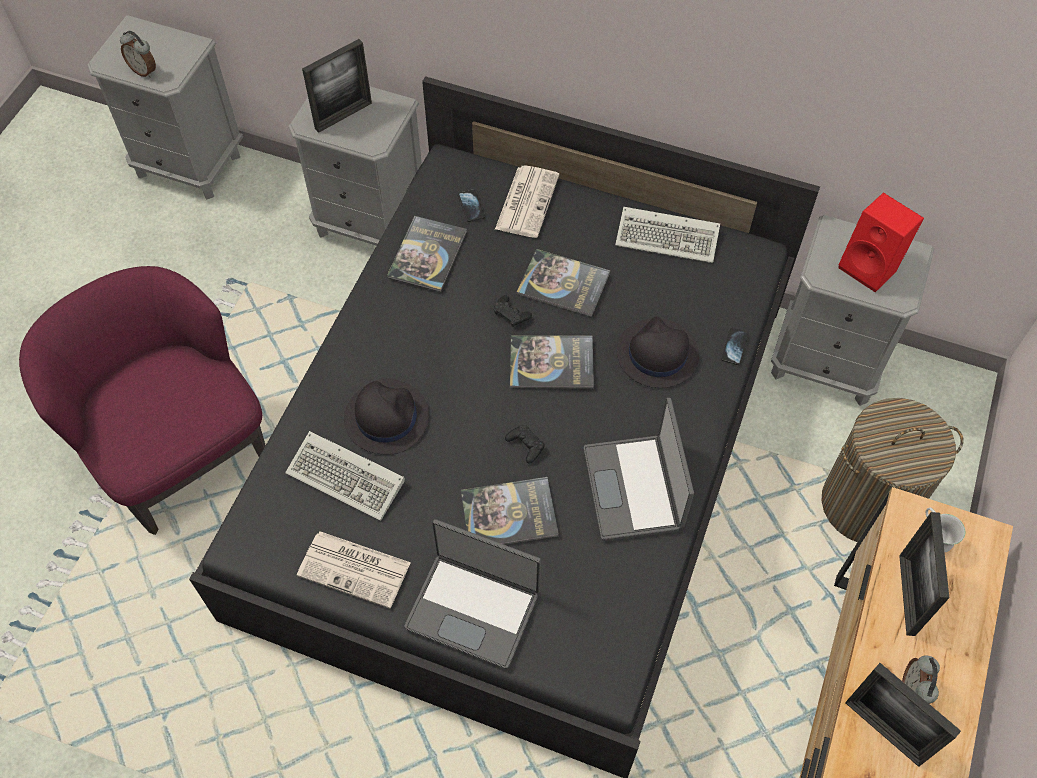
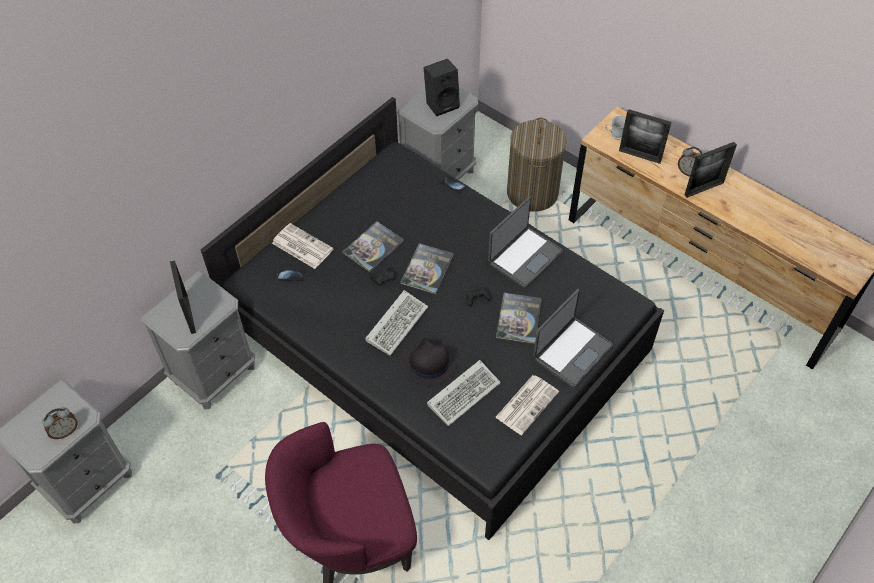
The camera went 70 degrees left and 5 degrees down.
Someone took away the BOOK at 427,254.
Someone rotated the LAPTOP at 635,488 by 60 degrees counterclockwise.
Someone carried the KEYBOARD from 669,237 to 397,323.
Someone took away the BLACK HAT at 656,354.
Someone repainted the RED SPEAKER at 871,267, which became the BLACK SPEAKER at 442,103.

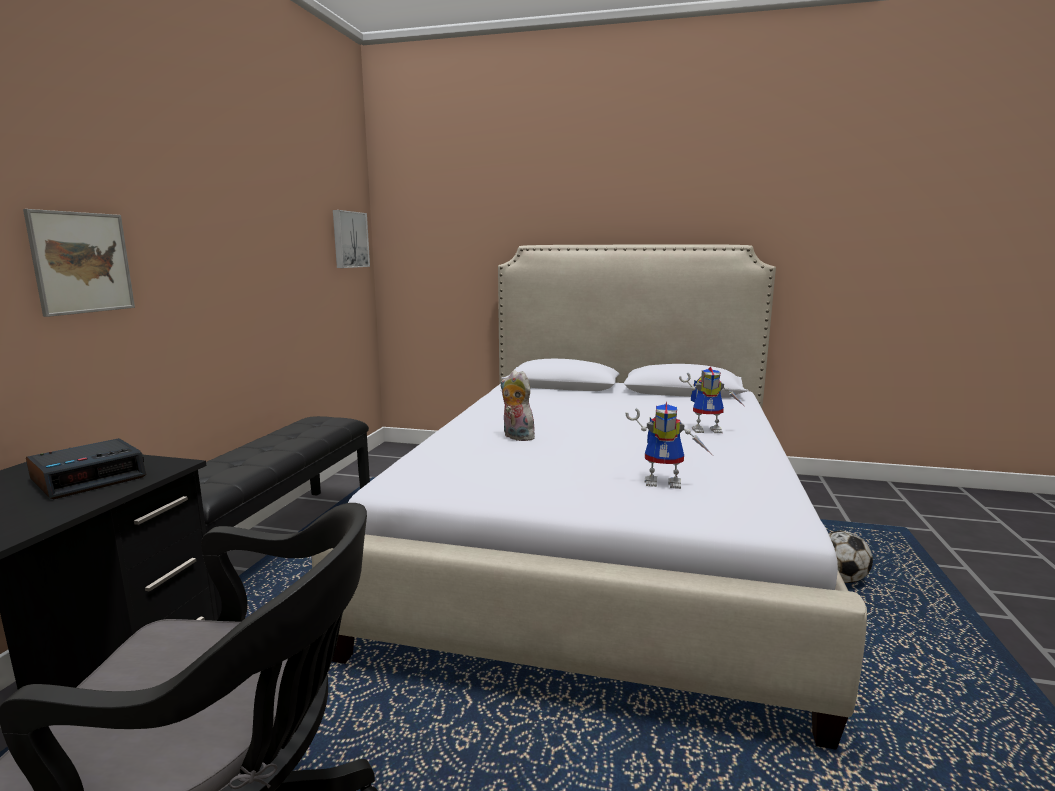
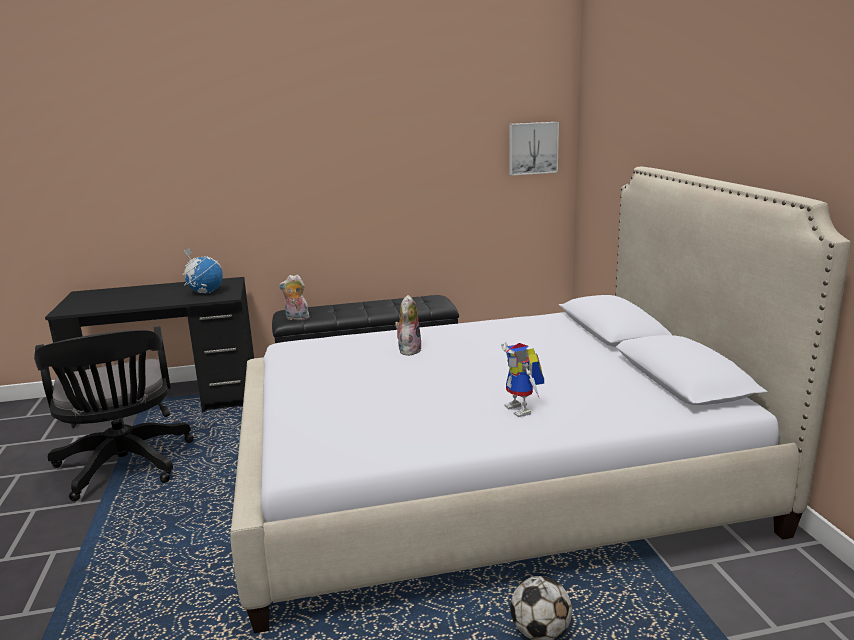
The camera went 65 degrees right and 5 degrees up.
Someone took away the PICTURE at 82,262.
Someone swapped the ALARM CLOCK at 90,478 for the GLOBE at 205,292.
Someone took away the TOY ROBOT at 666,482.
Someone put down the PLUSH TOY at 296,318.

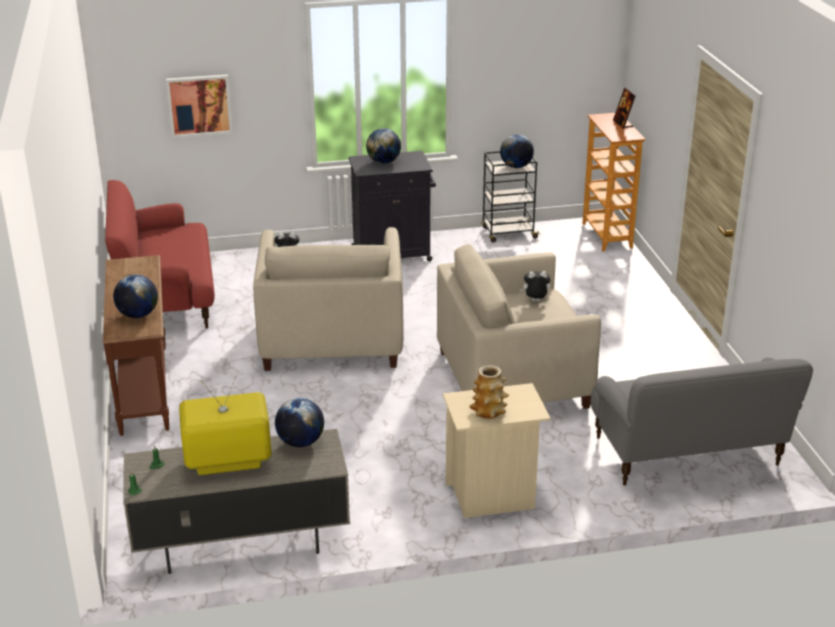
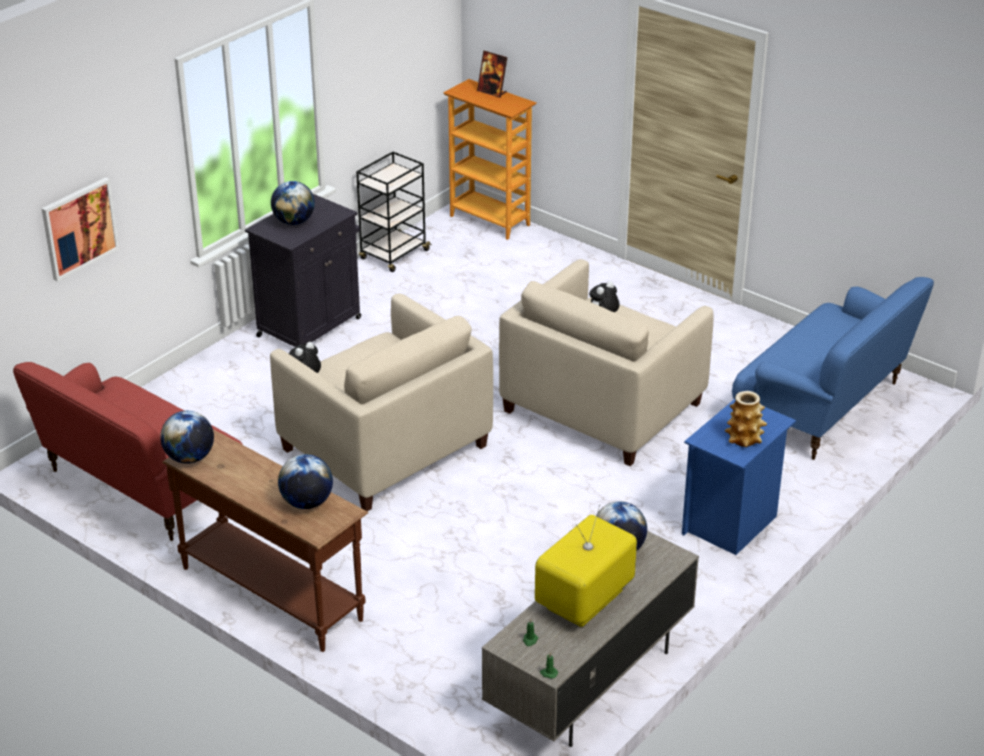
The camera went 40 degrees left and 5 degrees up.
Someone repainted the BEIGE NIGHTSTAND at 492,496, which became the BLUE NIGHTSTAND at 731,524.
Someone carried the GLOBE from 516,166 to 189,458.
Someone repainted the GREY SOFA at 688,454, which became the BLUE SOFA at 823,407.

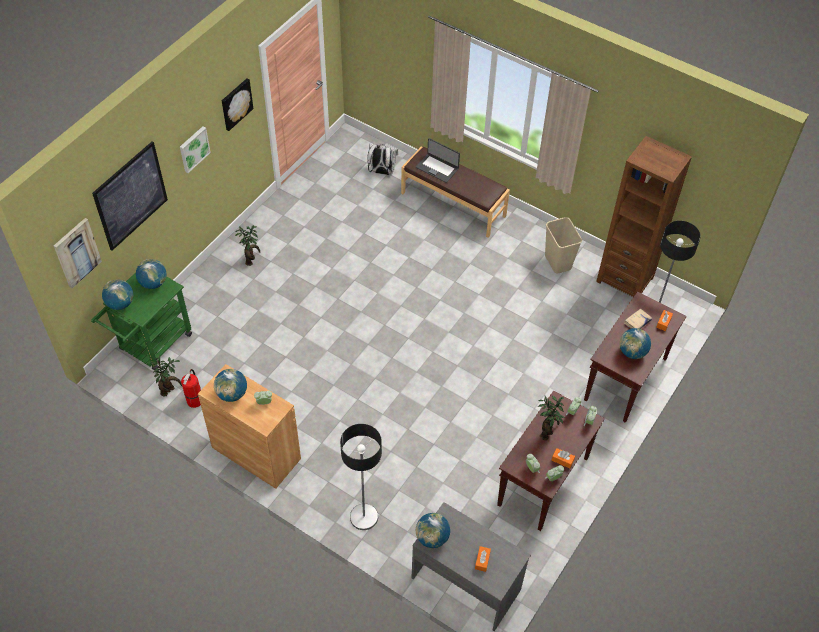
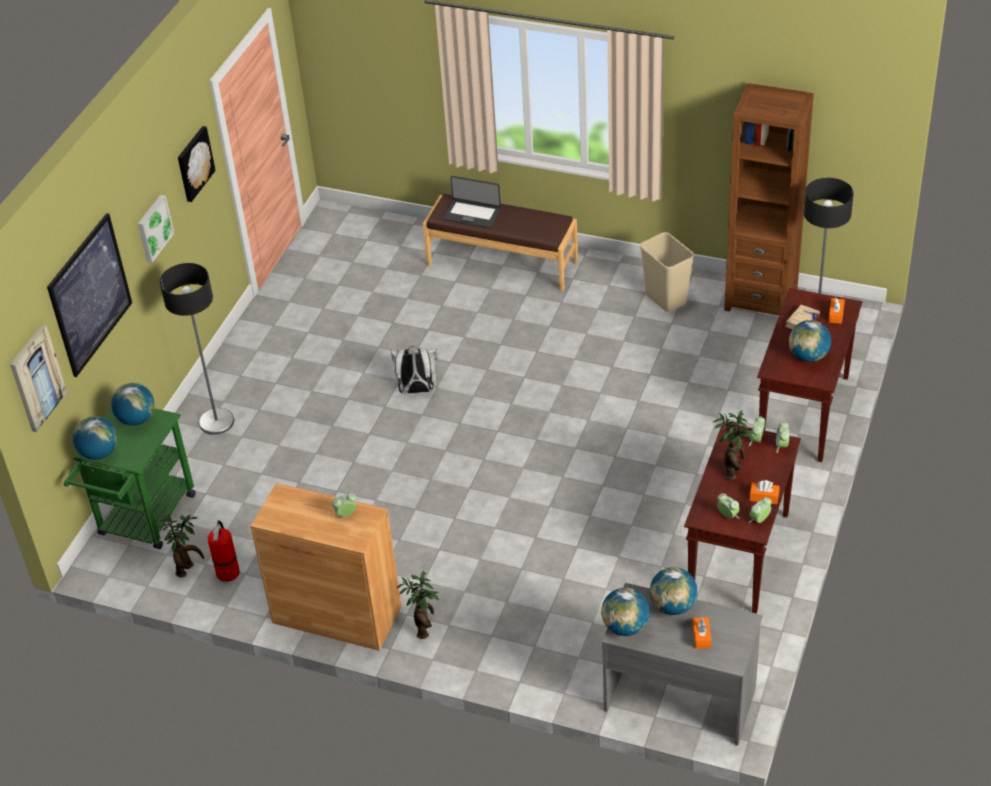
The camera went 10 degrees left and 10 degrees down.
Someone carried the GLOBE from 232,394 to 673,606.
Someone carried the POTTED PLANT from 251,259 to 424,628.
Someone carried the FLOOR LAMP from 363,517 to 216,422.
Someone carried the WHITE BACKPACK from 382,172 to 417,390.

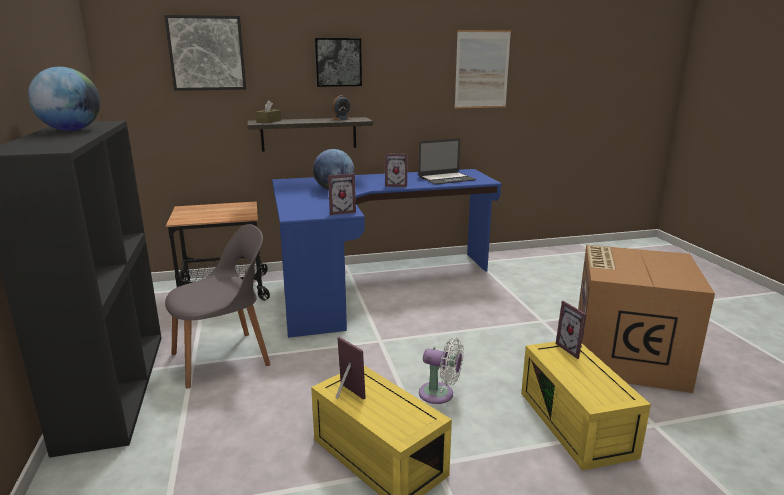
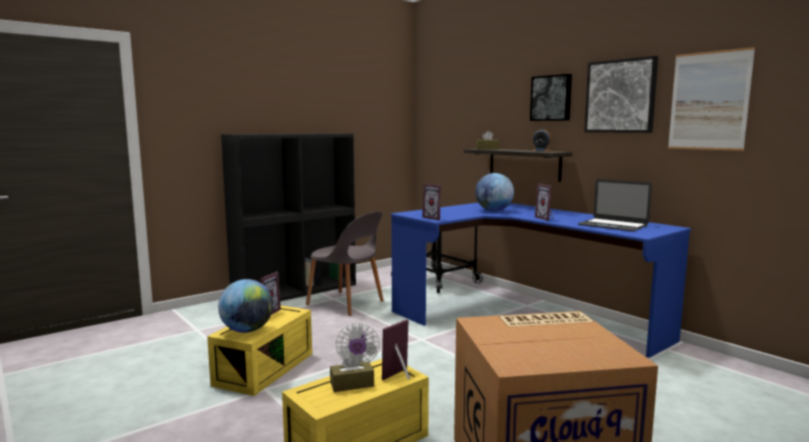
The camera went 65 degrees right and 10 degrees down.
Someone carried the GLOBE from 71,130 to 247,330.
Someone carried the PICTURE from 207,53 to 620,96.
Someone put down the BROWN TISSUE BOX at 352,384.

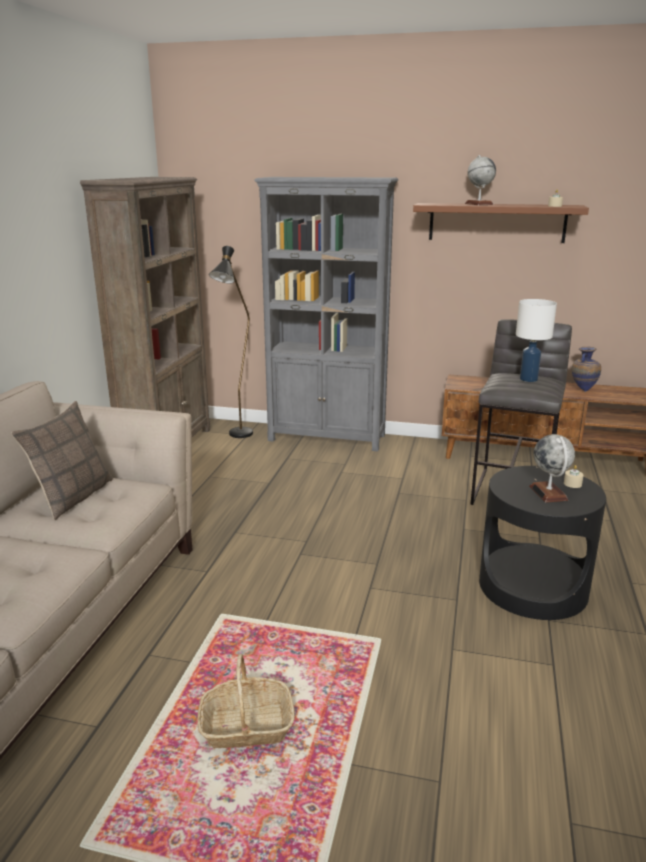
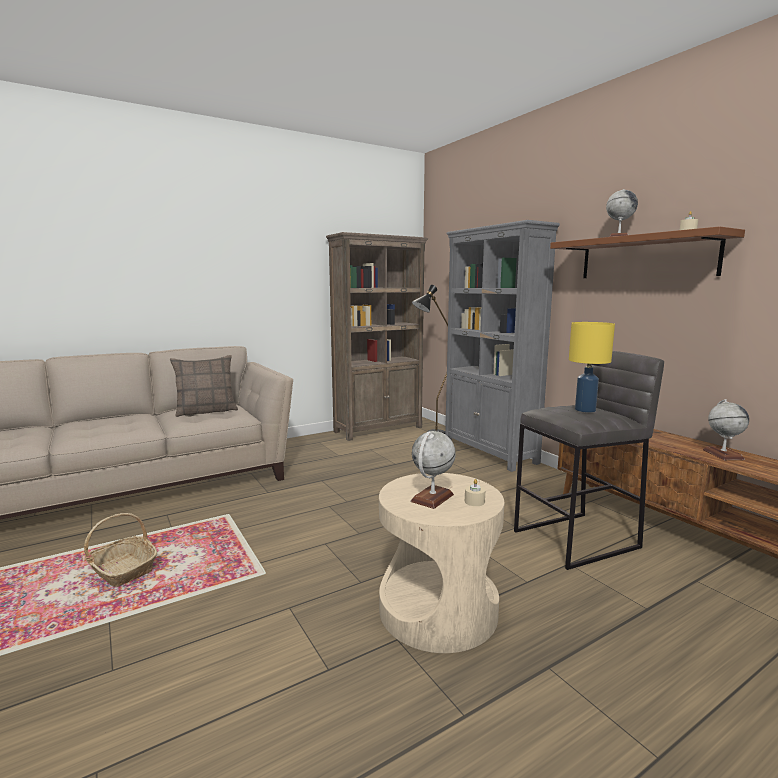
The camera went 45 degrees right and 10 degrees down.
Someone repainted the BLACK SIDE TABLE at 532,587, which became the BEIGE SIDE TABLE at 437,610.
Someone repainted the WHITE TABLE LAMP at 529,379, which became the YELLOW TABLE LAMP at 585,410.
Someone swapped the VASE at 582,390 for the GLOBE at 722,454.

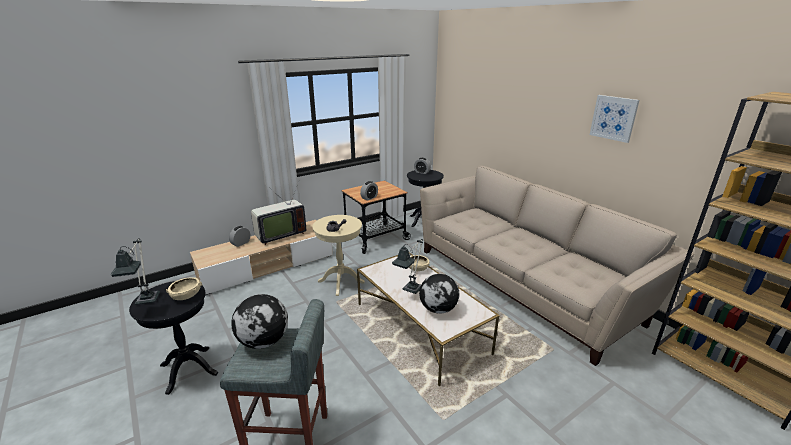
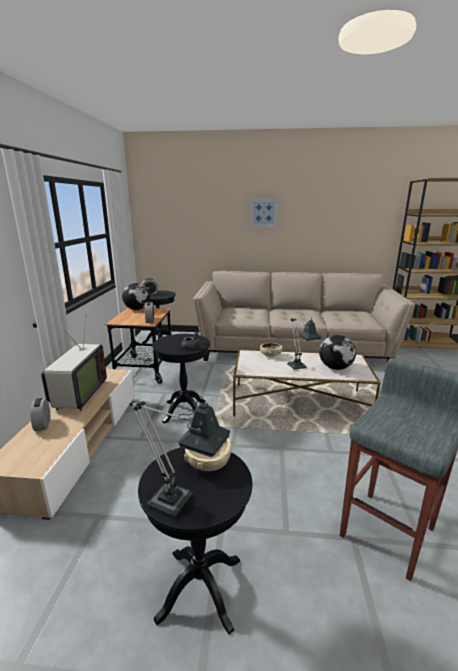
The camera went 50 degrees left and 5 degrees down.
Someone carried the GLOBE from 264,341 to 137,309.
Someone repainted the BEIGE SIDE TABLE at 341,282, which became the BLACK SIDE TABLE at 185,411.
Someone carried the PICTURE from 613,118 to 263,212.

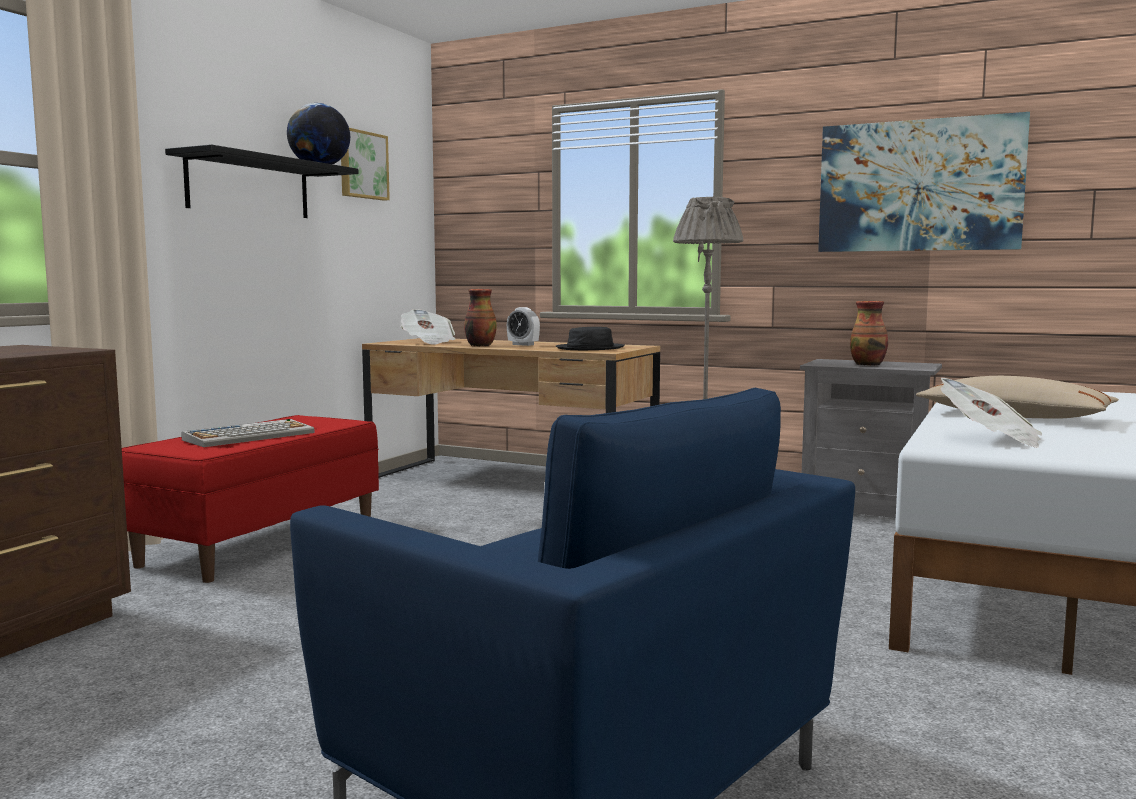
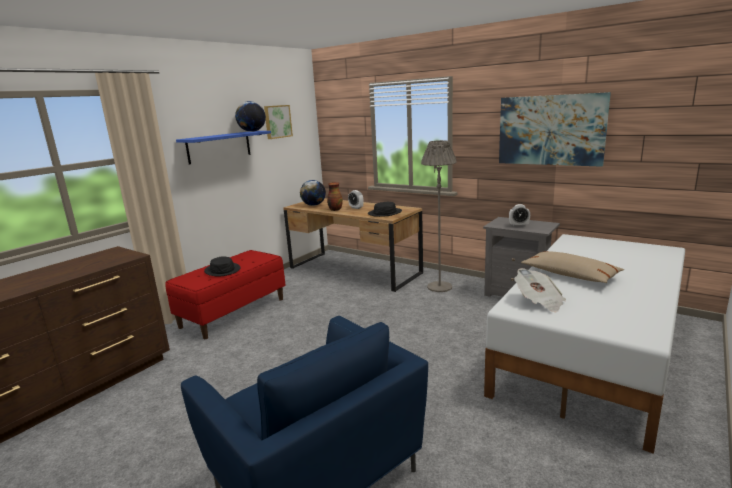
The camera went 10 degrees right and 10 degrees up.
Someone repainted the BLACK SHELF at 249,187, which became the BLUE SHELF at 219,147.
Someone swapped the KEYBOARD at 250,436 for the BLACK HAT at 222,270.
Someone swapped the NEWSPAPER at 428,342 for the GLOBE at 314,205.
Someone swapped the VASE at 868,364 for the ALARM CLOCK at 519,225.

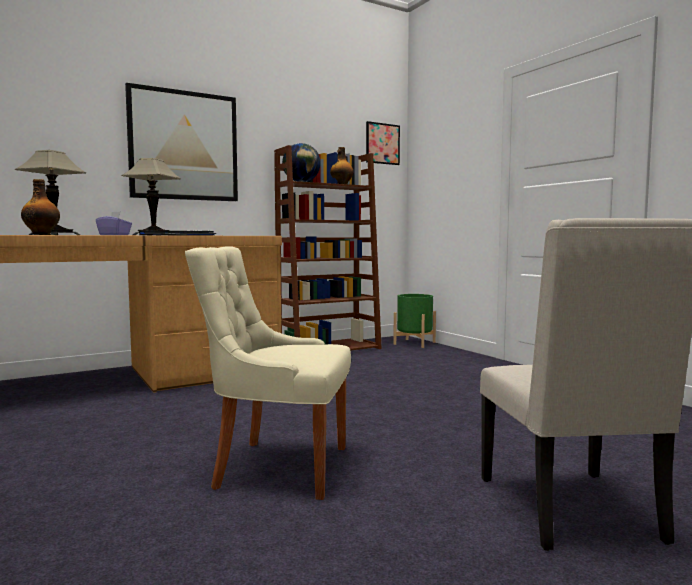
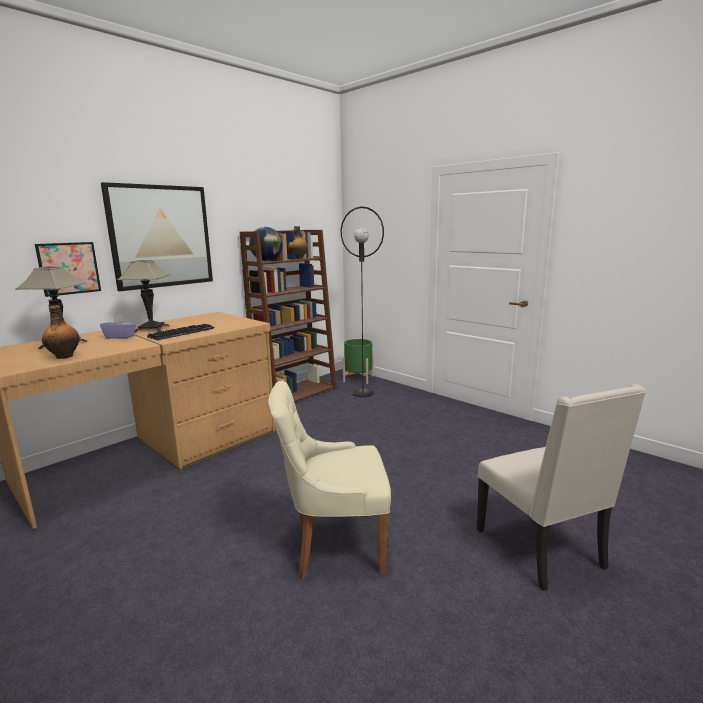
The camera went 15 degrees left and 10 degrees up.
Someone carried the PICTURE from 382,143 to 69,268.
Someone put down the BLACK FLOOR LAMP at 363,393.

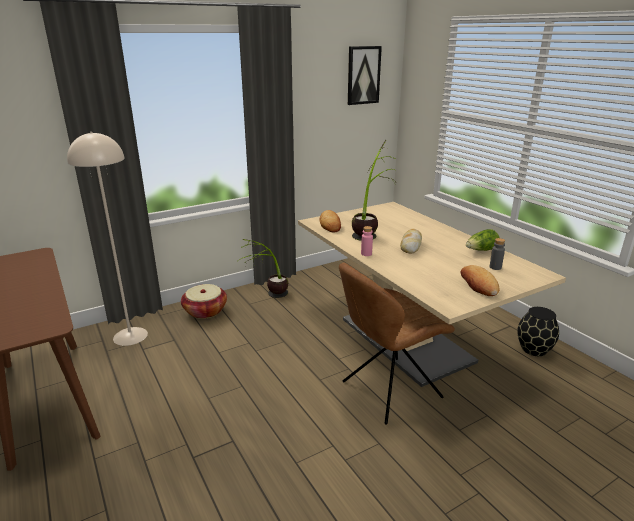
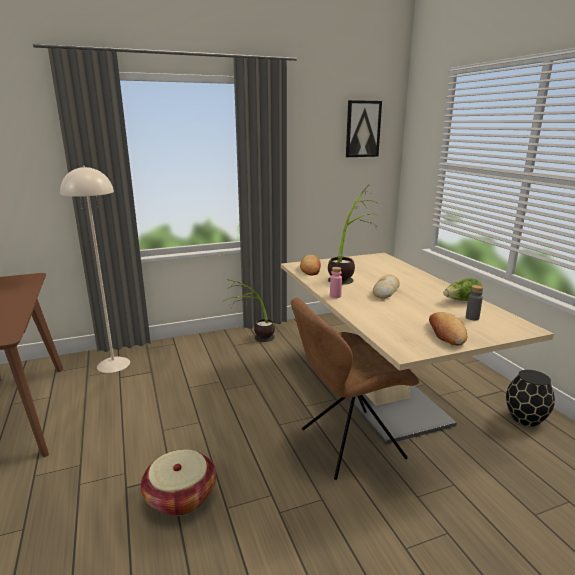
The camera went 10 degrees right and 5 degrees down.
Someone carried the BASKET from 205,311 to 181,496.

